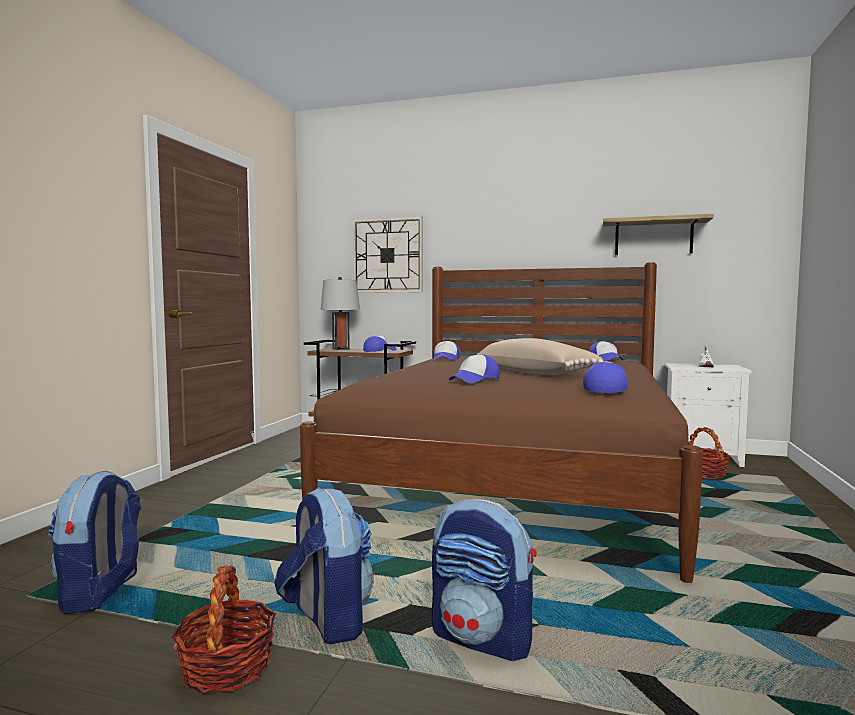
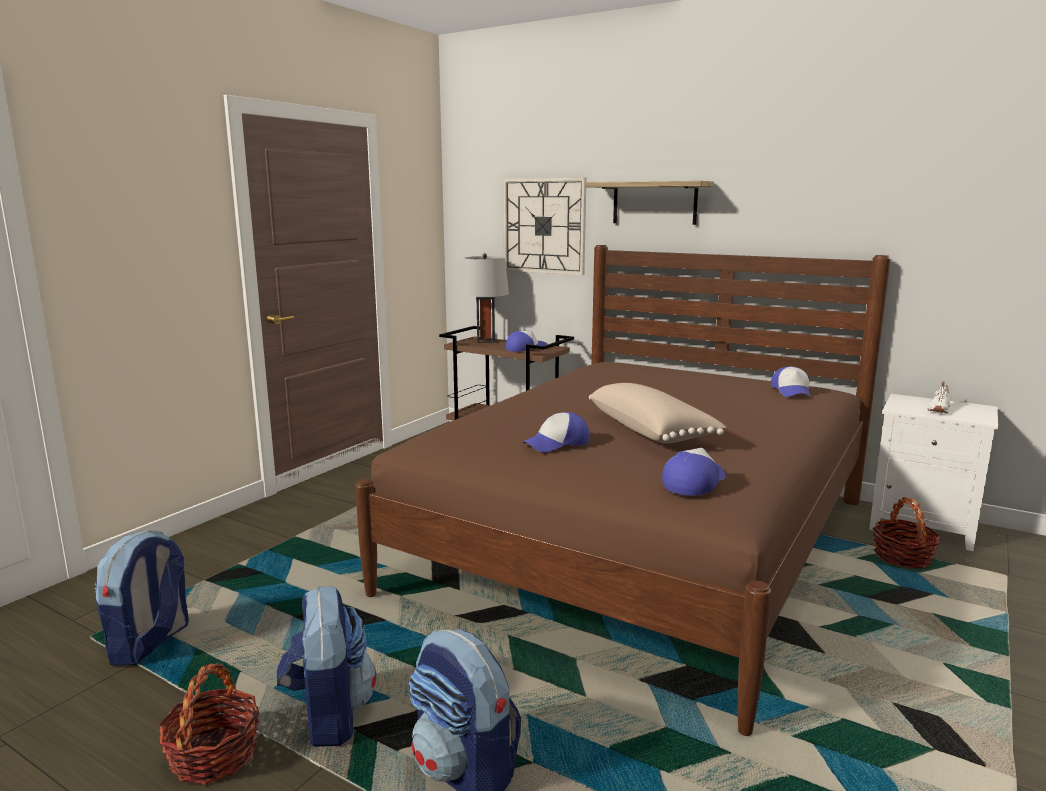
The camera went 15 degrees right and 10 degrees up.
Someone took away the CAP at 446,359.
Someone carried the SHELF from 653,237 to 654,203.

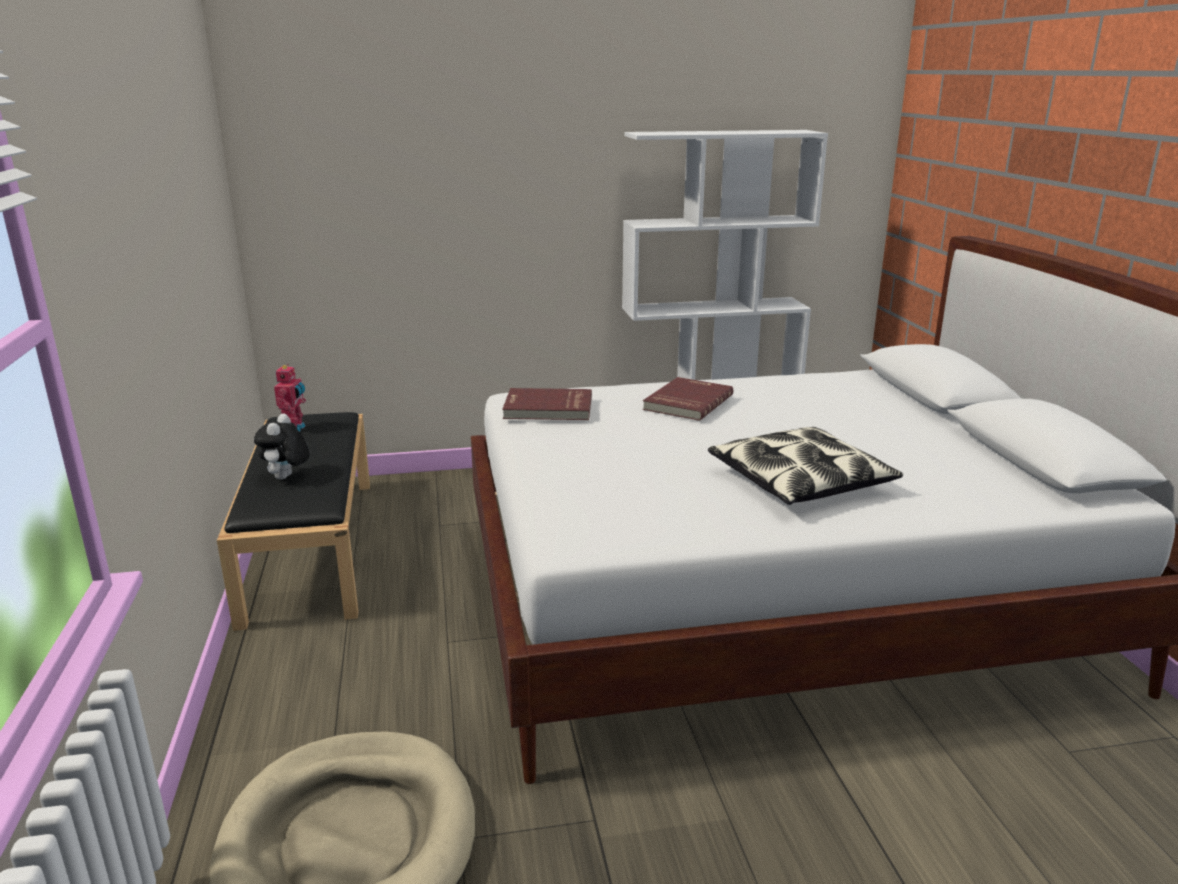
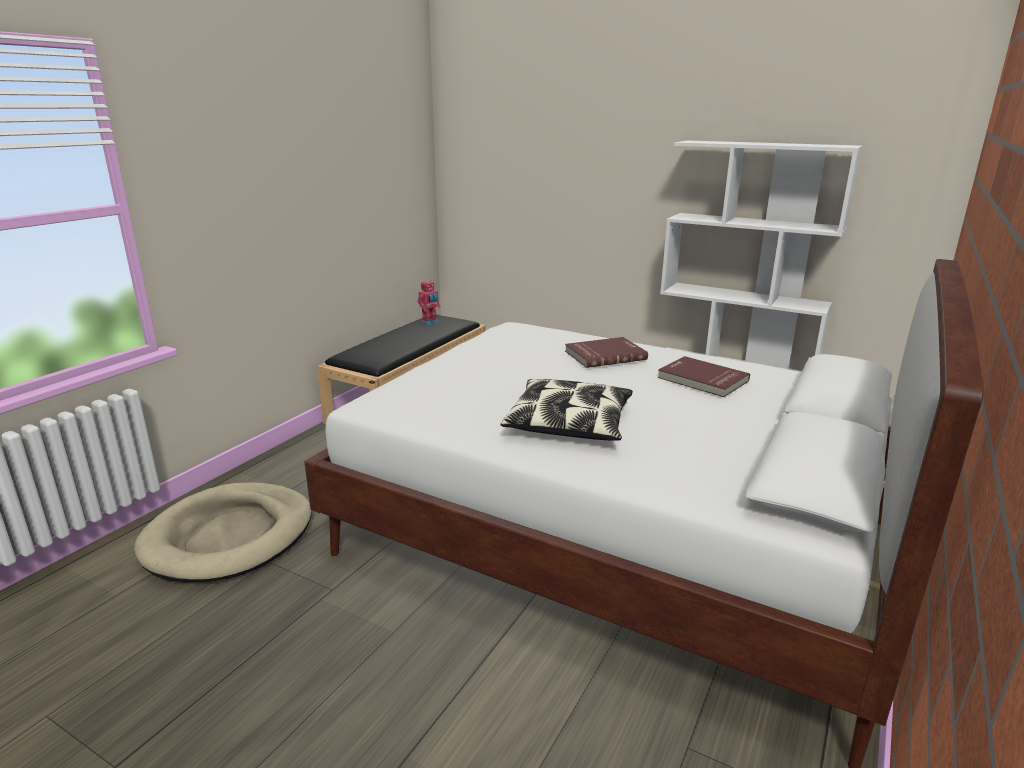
The camera went 40 degrees right and 0 degrees up.
Someone took away the PLUSH TOY at 286,478.
Someone carried the RED BOOK from 548,408 to 702,380.

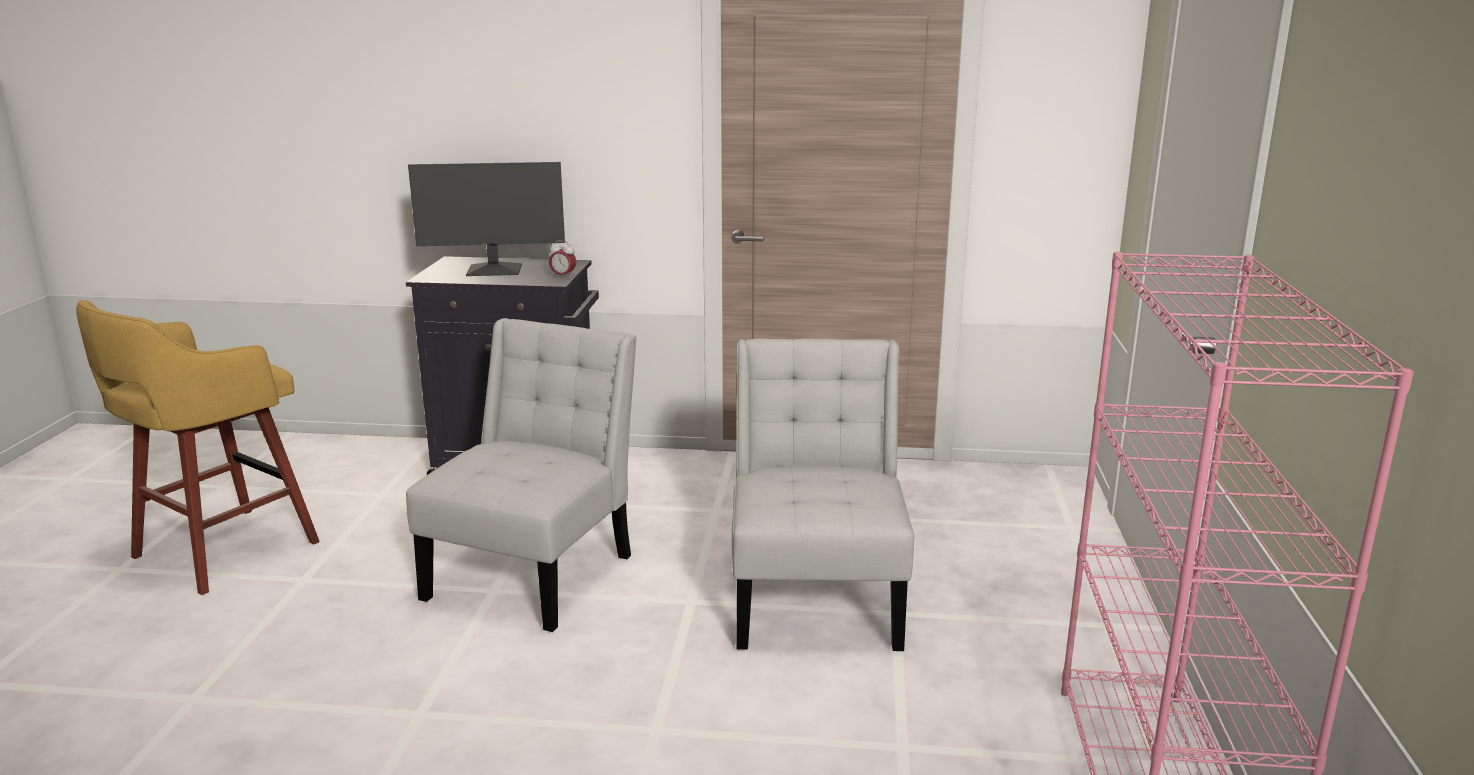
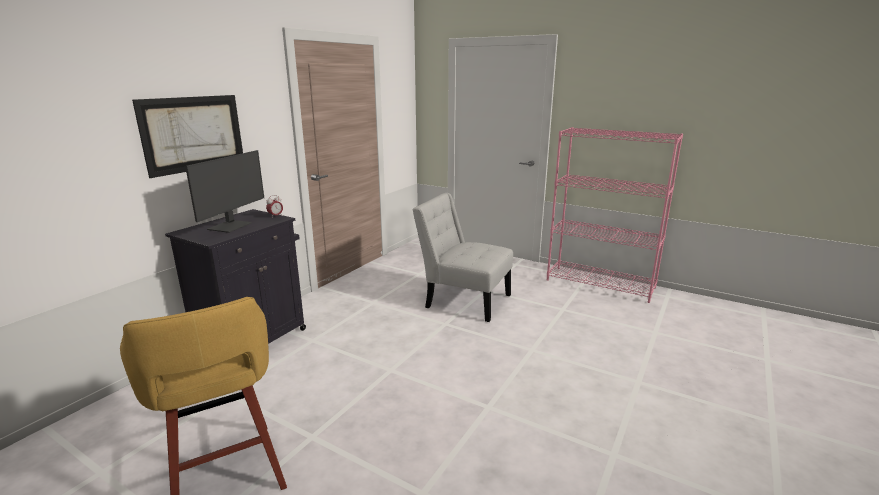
The camera went 65 degrees left and 0 degrees up.
Someone took away the WHITE CHAIR at 536,572.
Someone put up the PICTURE at 193,133.

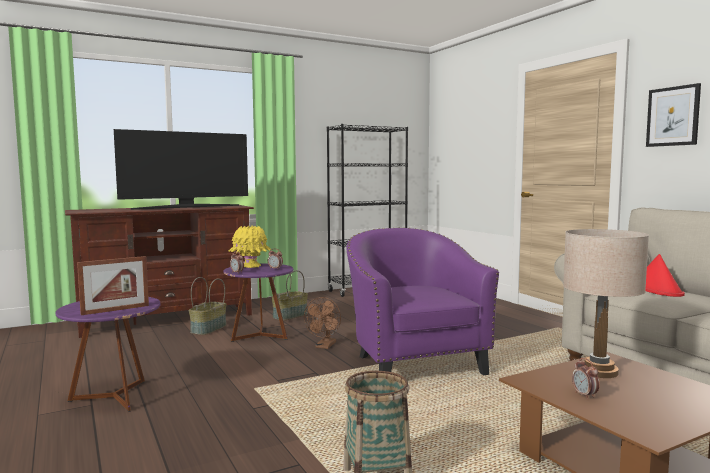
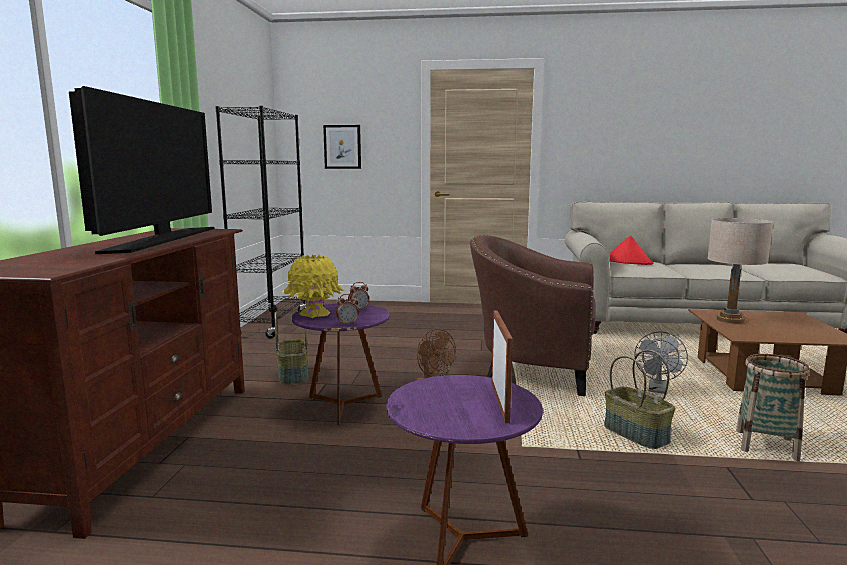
The camera went 55 degrees left and 5 degrees up.
Someone carried the BASKET from 209,329 to 637,434.
Someone repainted the PURPLE ARMCHAIR at 413,364, which became the BROWN ARMCHAIR at 531,370.
Someone took away the ALARM CLOCK at 585,395.
Someone carried the PICTURE from 673,116 to 342,147.
Someone put down the GREY FAN at 658,390.

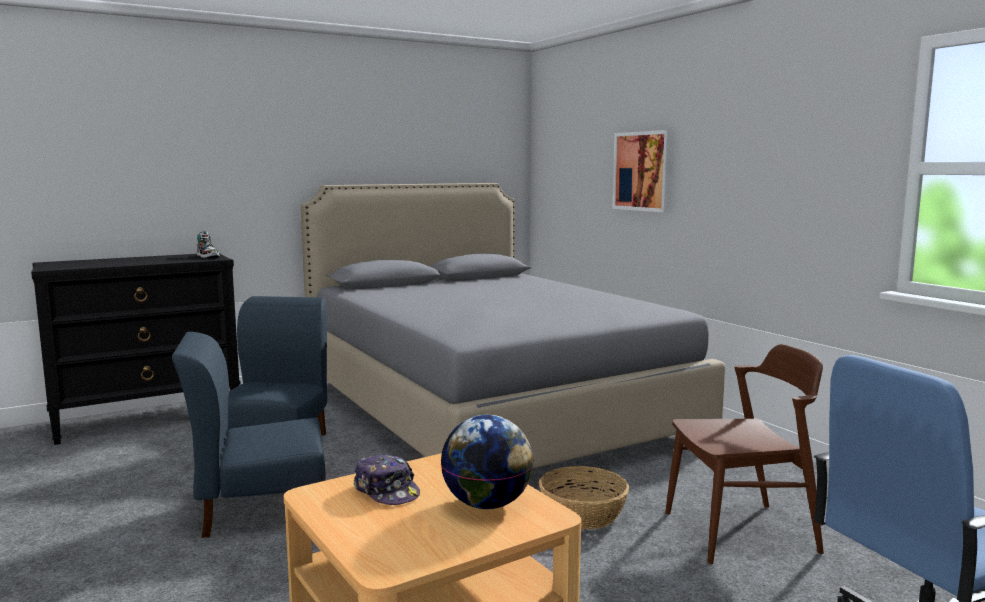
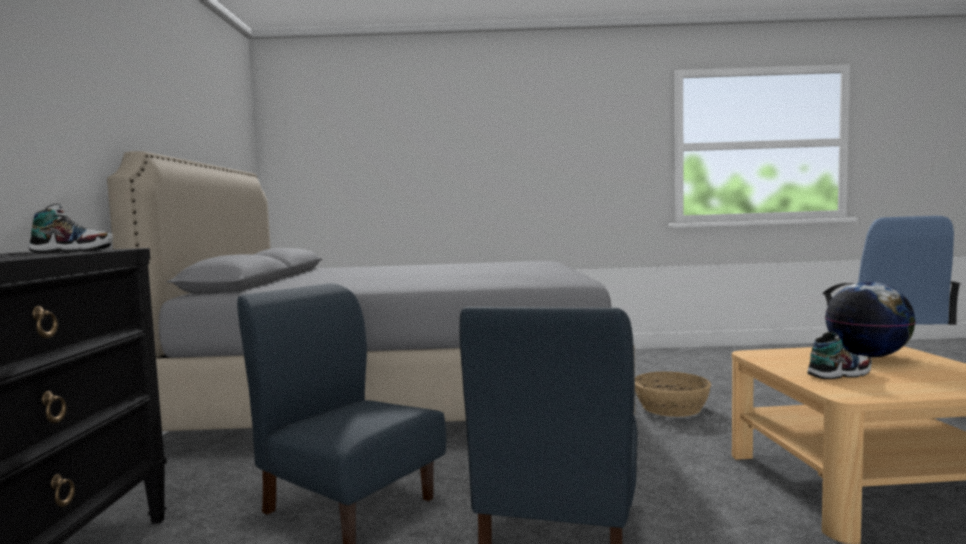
The camera went 60 degrees left and 5 degrees down.
Someone swapped the CAP at 387,491 for the SHOE at 839,374.
Someone took away the PICTURE at 642,171.
Someone took away the BROWN CHAIR at 741,533.

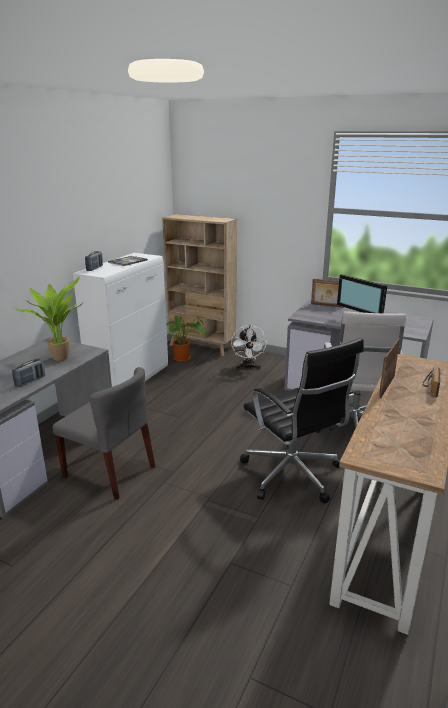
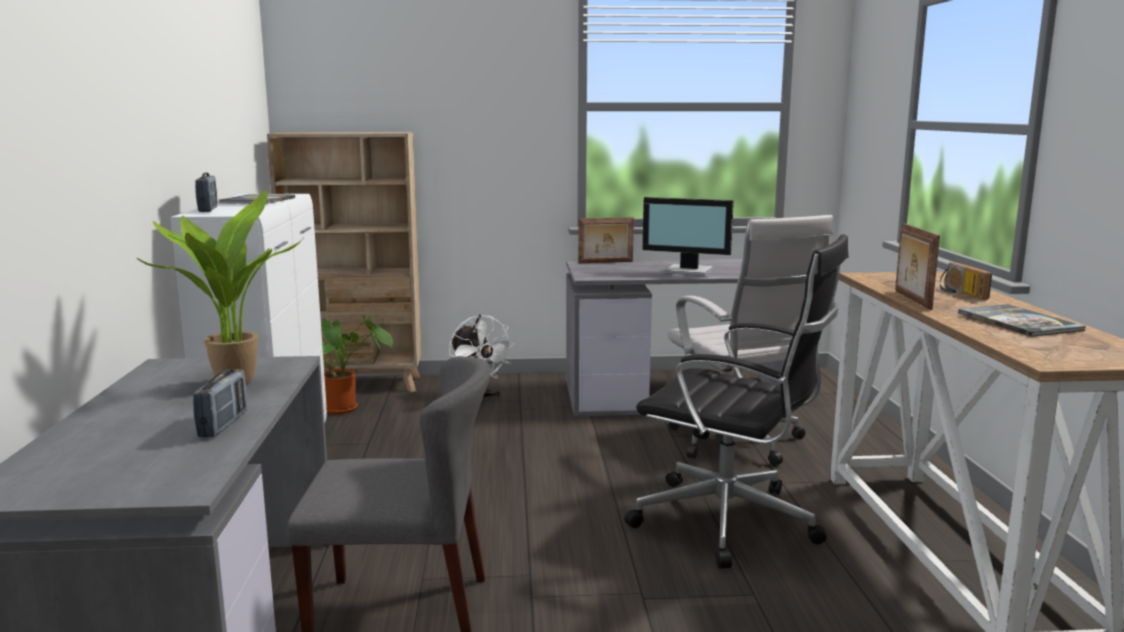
The camera went 30 degrees left and 10 degrees down.
Someone put down the BOOK at 1019,322.

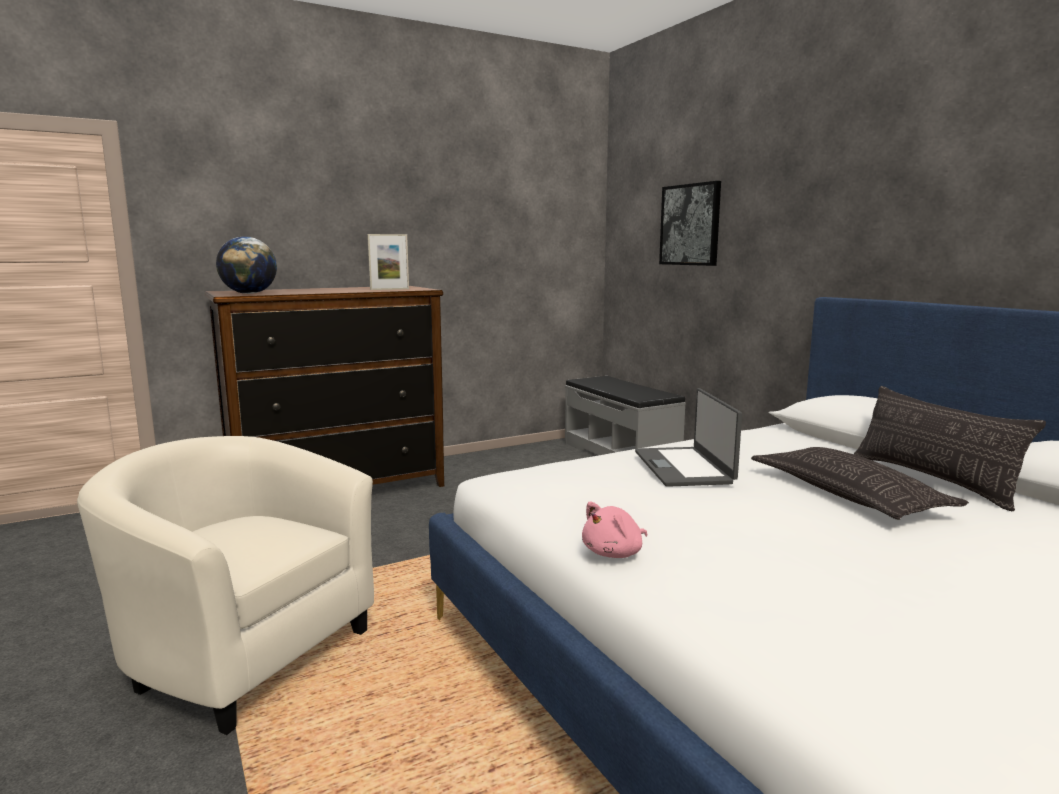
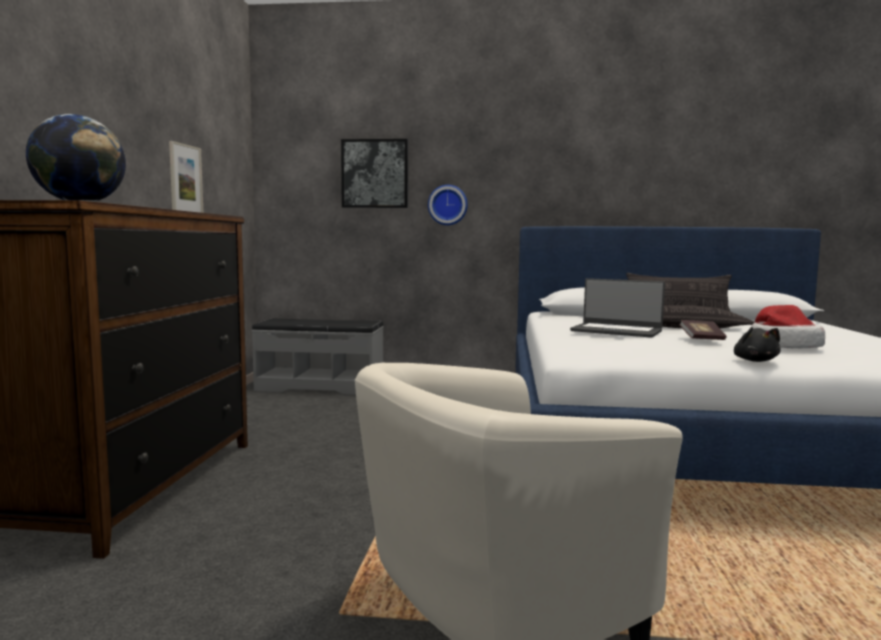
The camera went 55 degrees left and 5 degrees down.
Someone repainted the PINK PLUSH TOY at 614,553, which became the BLACK PLUSH TOY at 755,361.
Someone put up the WALL CLOCK at 448,205.
Someone put down the BOOK at 702,339.
Someone put down the HAT at 782,346.

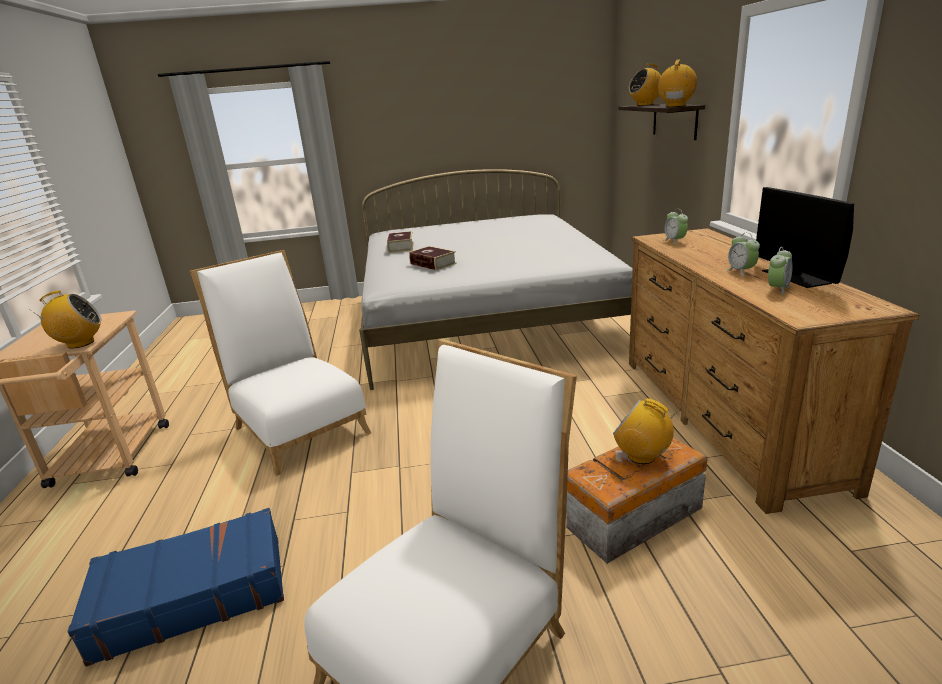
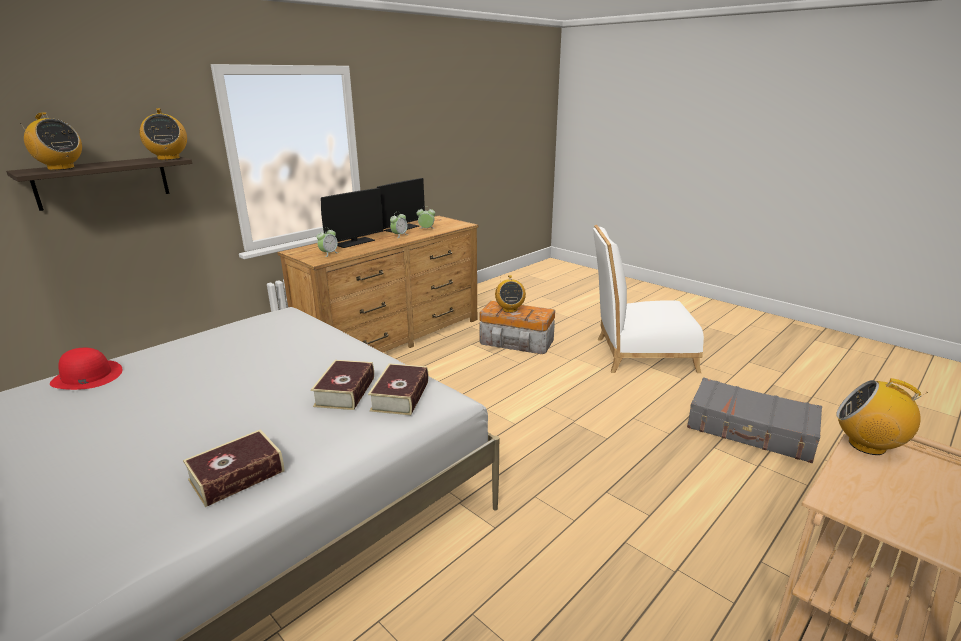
The camera went 130 degrees left and 0 degrees up.
Someone repainted the BLUE SUITCASE at 192,595, which became the GREY SUITCASE at 750,430.
Someone took away the WHITE CHAIR at 298,426.
Someone rotated the RADIO at 676,106 by 105 degrees counterclockwise.
Someone put down the RED HAT at 86,376.
Someone put down the MONITOR at 354,242.
Someone put down the BOOK at 400,396.

